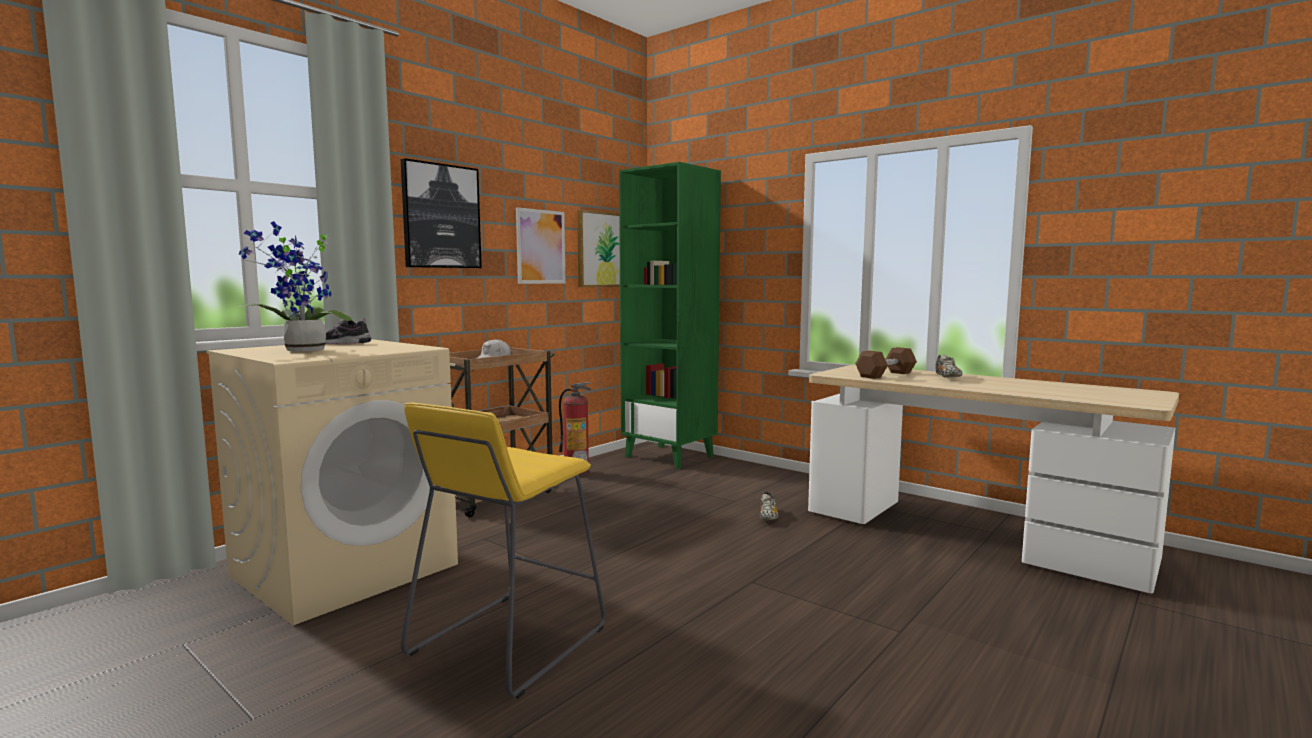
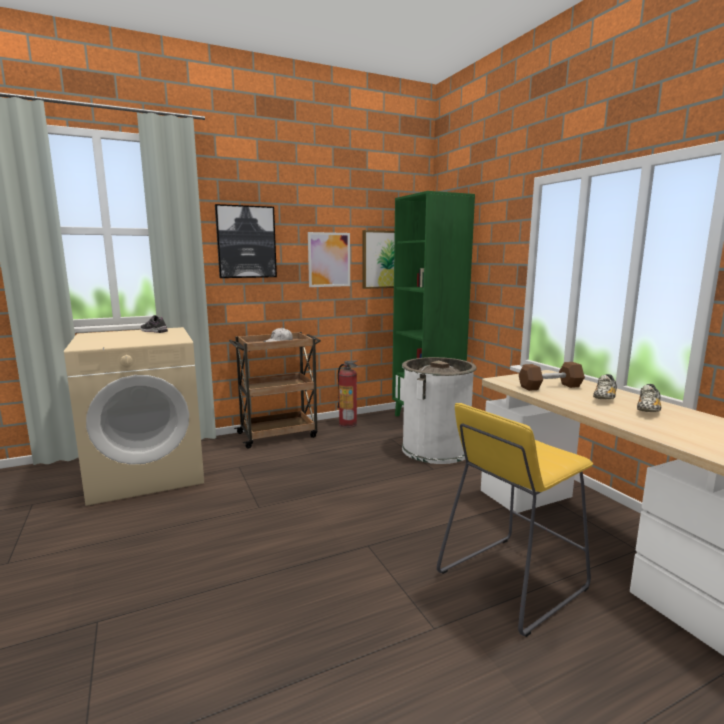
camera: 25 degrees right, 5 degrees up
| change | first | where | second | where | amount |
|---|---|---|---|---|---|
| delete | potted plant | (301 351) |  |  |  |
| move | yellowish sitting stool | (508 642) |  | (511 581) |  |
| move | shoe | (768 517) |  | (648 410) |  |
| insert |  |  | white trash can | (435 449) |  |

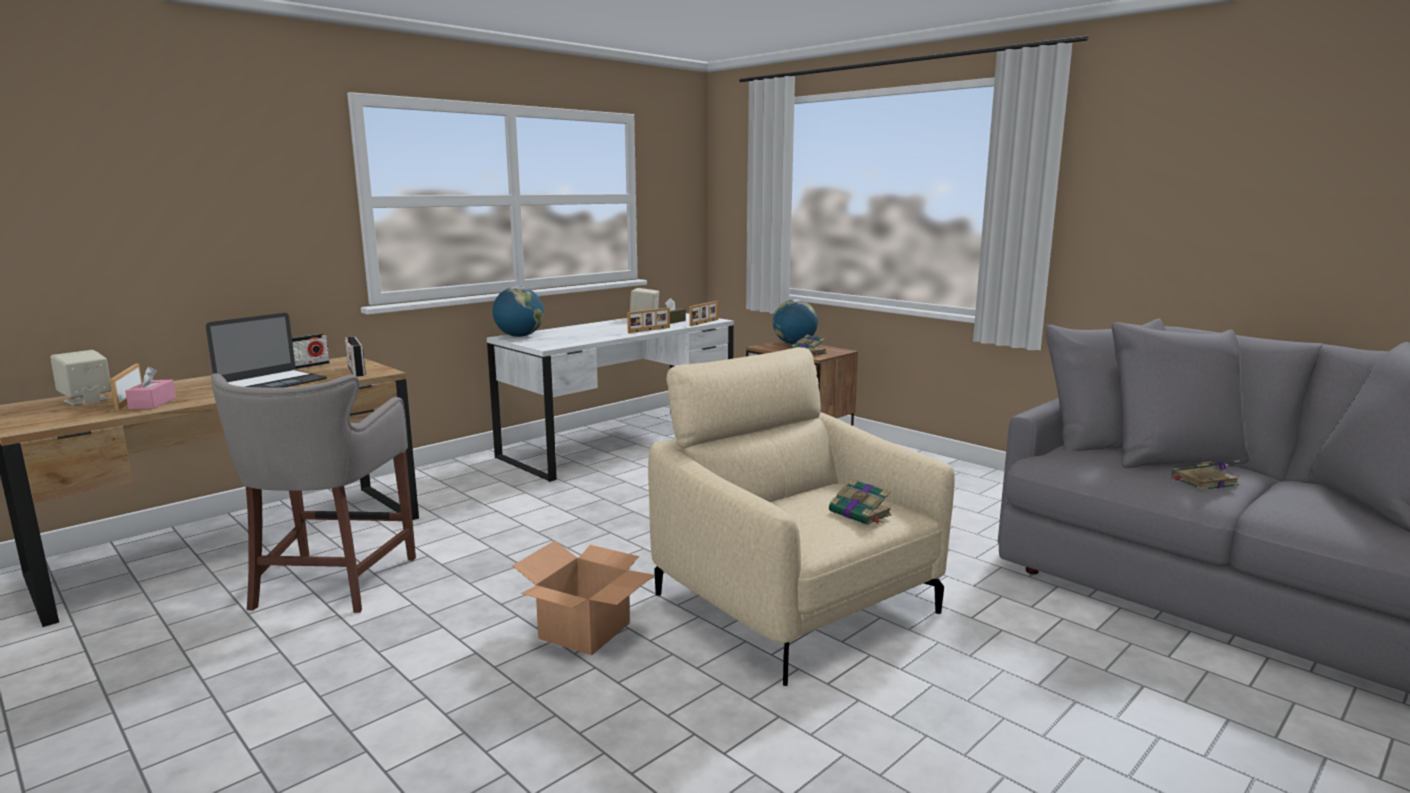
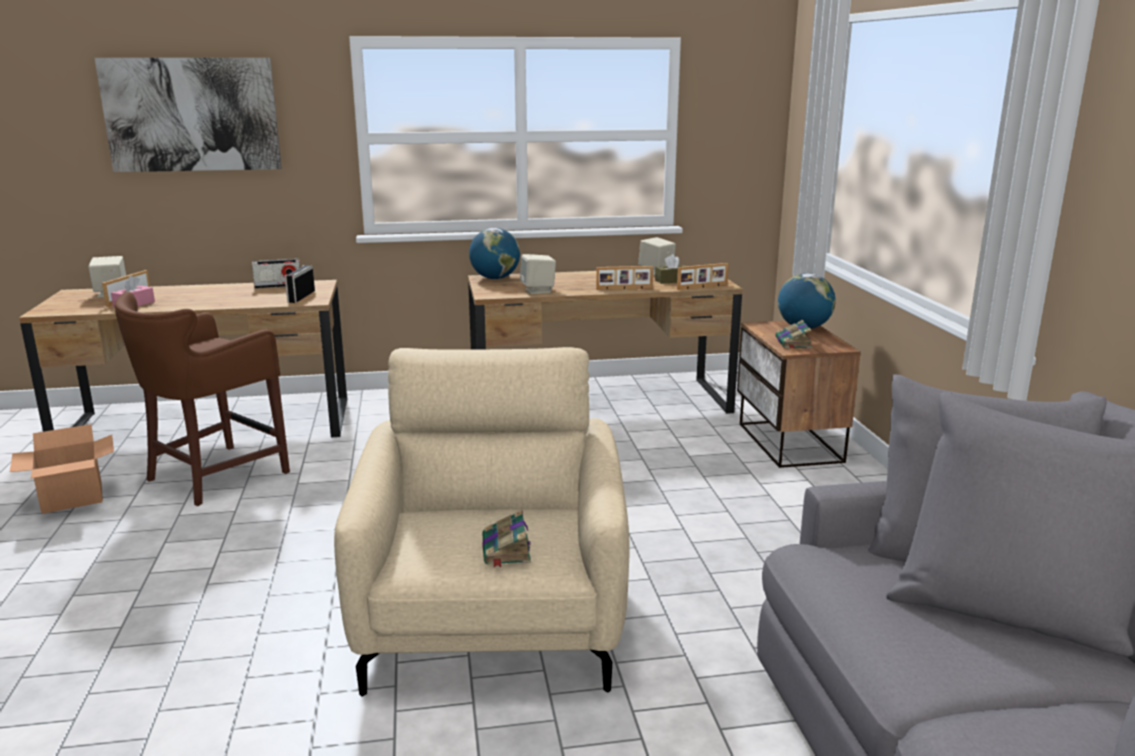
camera: 35 degrees right, 5 degrees up
| change | first | where | second | where | amount |
|---|---|---|---|---|---|
| delete | portable computer | (272 382) |  |  |  |
| recolor | greyish sitting stool | (330 584) | brownish sitting stool | (213 476) |  |
| recolor | white desk | (620 442) | brownish desk | (599 403) |  |
| move | carton | (585 630) |  | (73 497) |  |
| delete | bound book | (1203 481) |  |  |  |
| insert |  |  | picture | (191 115) |  |
| insert |  |  | beige-coloured audio speaker | (538 291) |  |

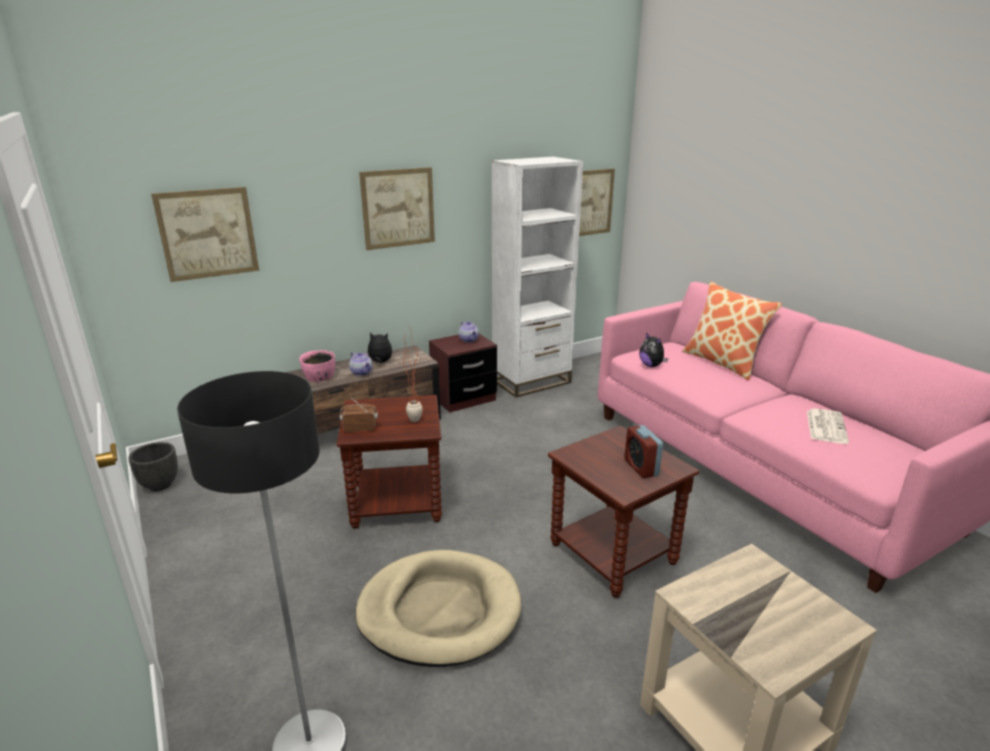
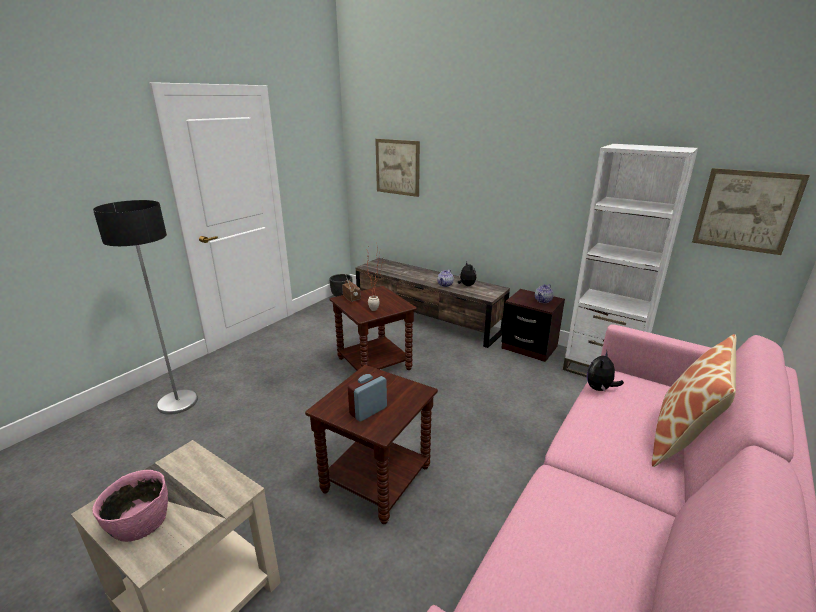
camera: 65 degrees right, 0 degrees up
| change | first | where | second | where | amount |
|---|---|---|---|---|---|
| move | pink bowl | (319 377) |  | (139 522) |  |
| delete | beige-coloured dog cushion | (439 611) |  |  |  |
| delete | picture | (398 208) |  |  |  |
| delete | daily paper | (825 426) |  |  |  |

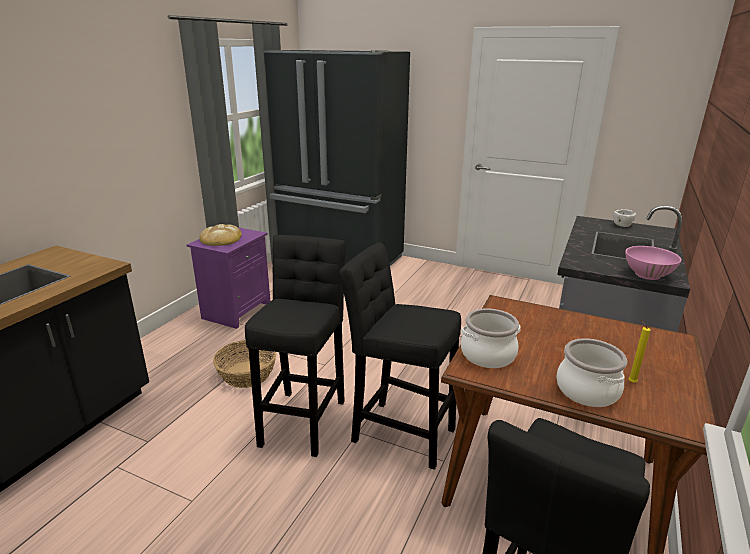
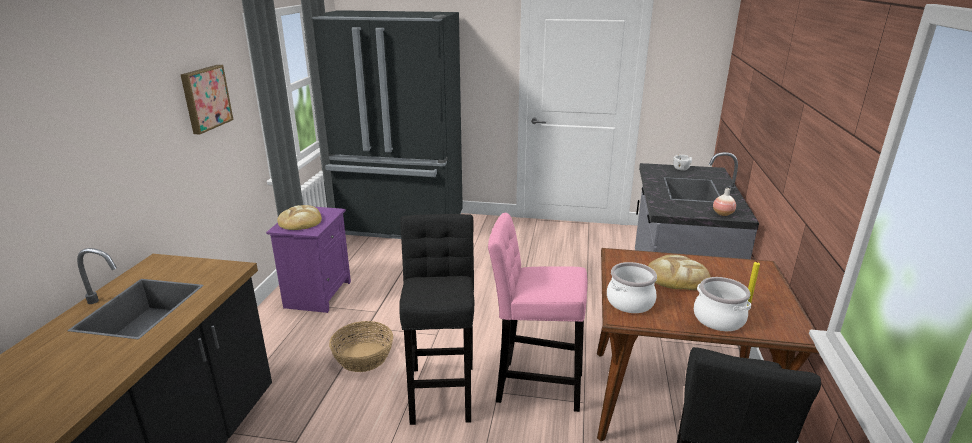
camera: 15 degrees left, 0 degrees up
| change | first | where | second | where | amount |
|---|---|---|---|---|---|
| recolor | blackish sitting stool | (398 432) | pink sitting stool | (534 385) |  |
| replace | pink bowl | (647 275) | flower vase | (722 214) |  |
| insert |  |  | picture | (205 98) |  |
| insert |  |  | bakery bread | (677 277) |  |

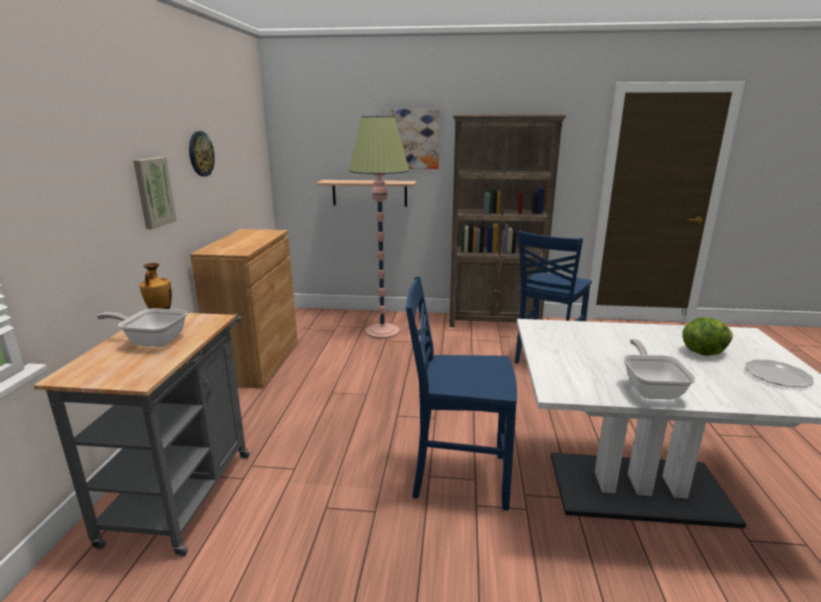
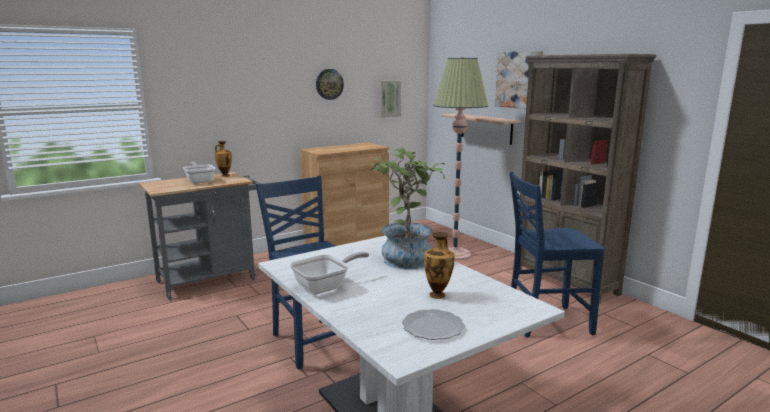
camera: 50 degrees right, 5 degrees down
| change | first | where | second | where | amount |
|---|---|---|---|---|---|
| move | picture | (153 192) |  | (389 98) |  |
| replace | lettuce | (703 352) | flower vase | (438 295) |  |
| insert |  |  | potted plant | (406 257) |  |

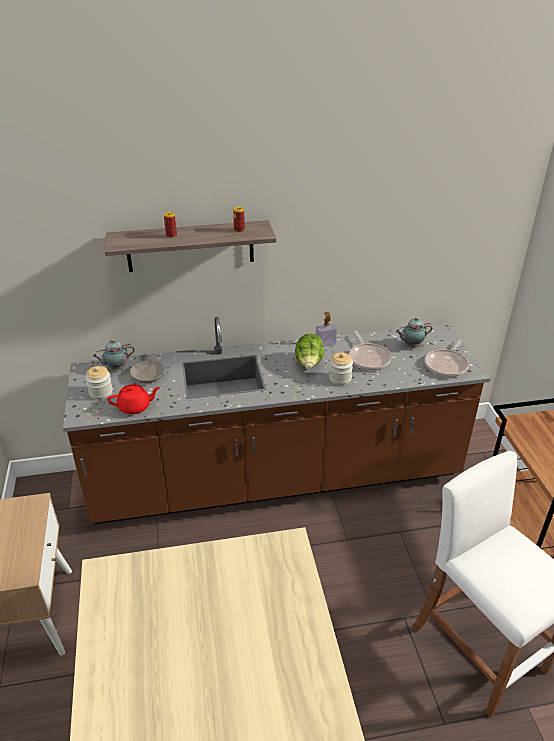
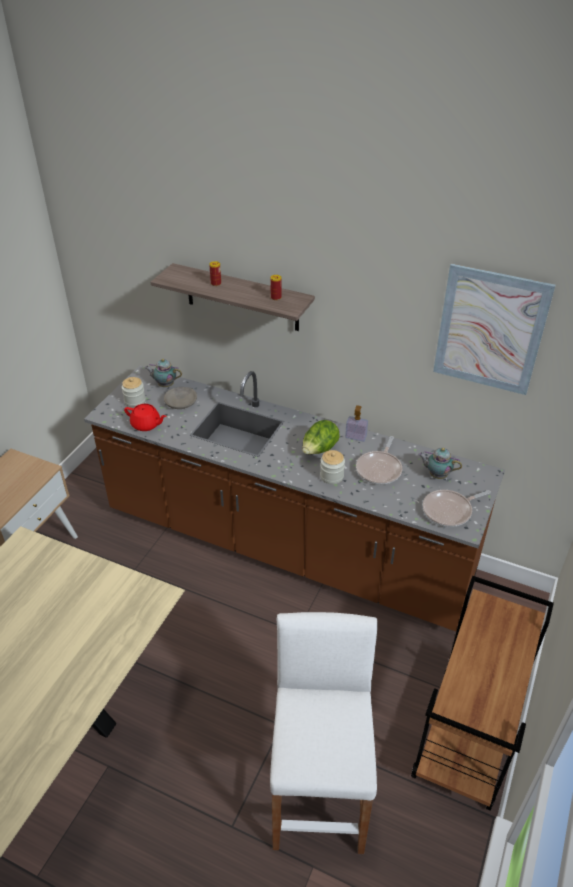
camera: 35 degrees right, 5 degrees up
| change | first | where | second | where | amount |
|---|---|---|---|---|---|
| insert |  |  | picture | (490 330) |  |

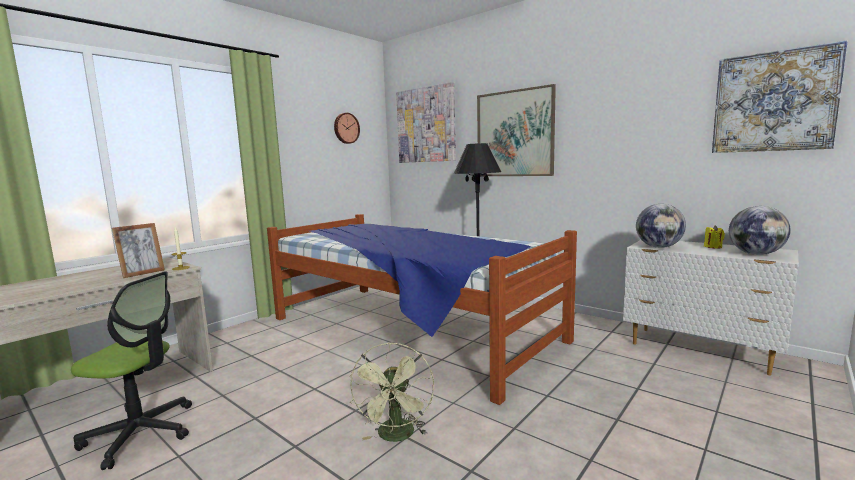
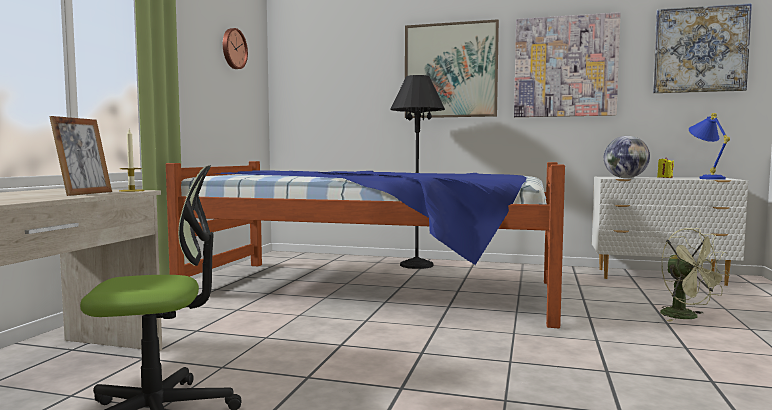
camera: 25 degrees left, 5 degrees down
| change | first | where | second | where | amount |
|---|---|---|---|---|---|
| move | green-coloured fan | (396 436) |  | (687 317) |  |
| move | picture | (426 125) |  | (565 67) |  |
| replace | desk globe | (756 254) | bluish table lamp | (706 178) |  |

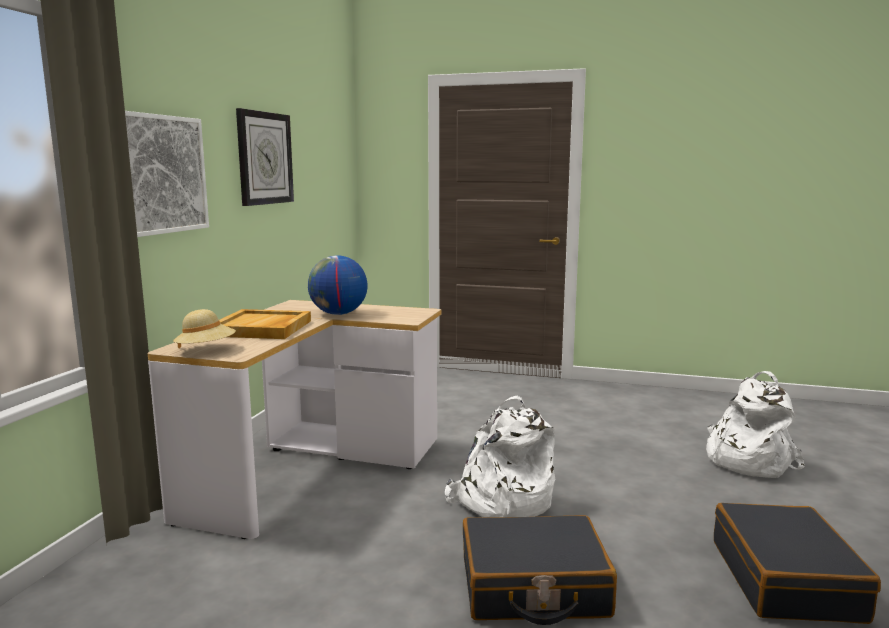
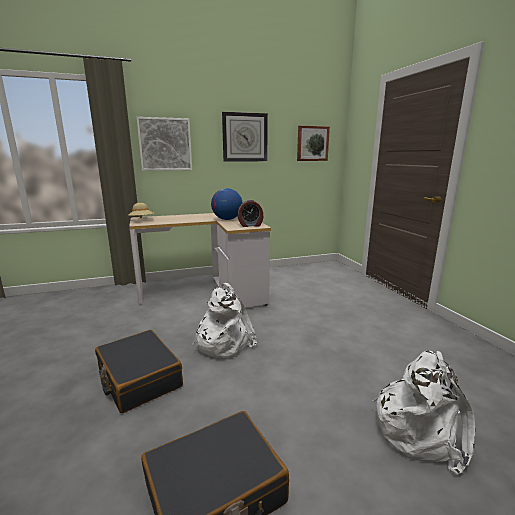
camera: 55 degrees right, 5 degrees up
| change | first | where | second | where | amount |
|---|---|---|---|---|---|
| delete | beige-coloured serving tray | (262 328) |  |  |  |
| insert |  |  | table clock | (250 225) |  |
| insert |  |  | picture | (312 143) |  |

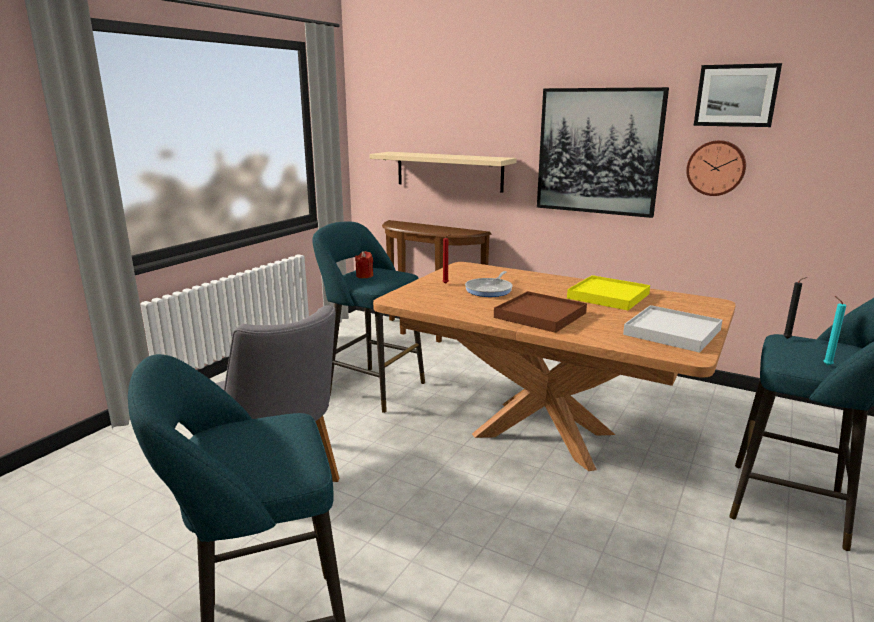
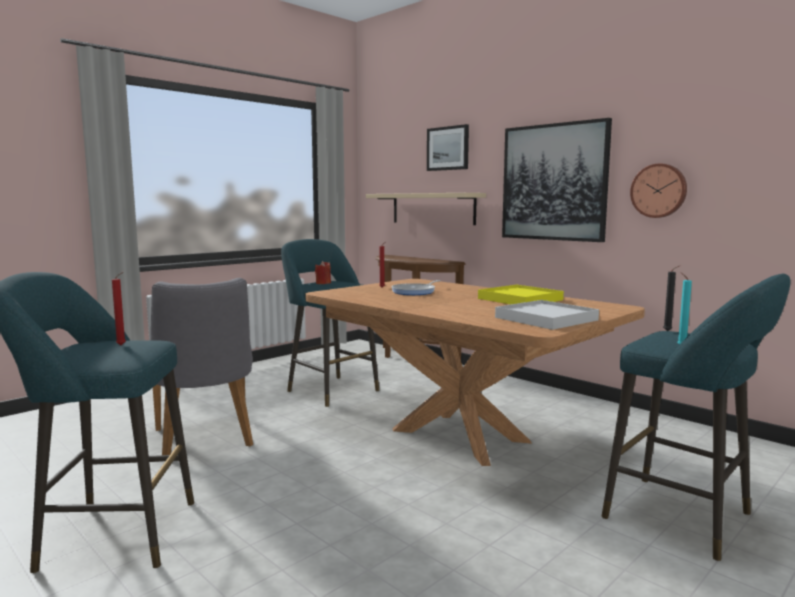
camera: 15 degrees right, 10 degrees down
| change | first | where | second | where | amount |
|---|---|---|---|---|---|
| delete | brownish serving tray | (540 315) |  |  |  |
| move | picture | (736 95) |  | (448 148) |  |
| insert |  |  | red-coloured wax candle | (122 345) |  |

